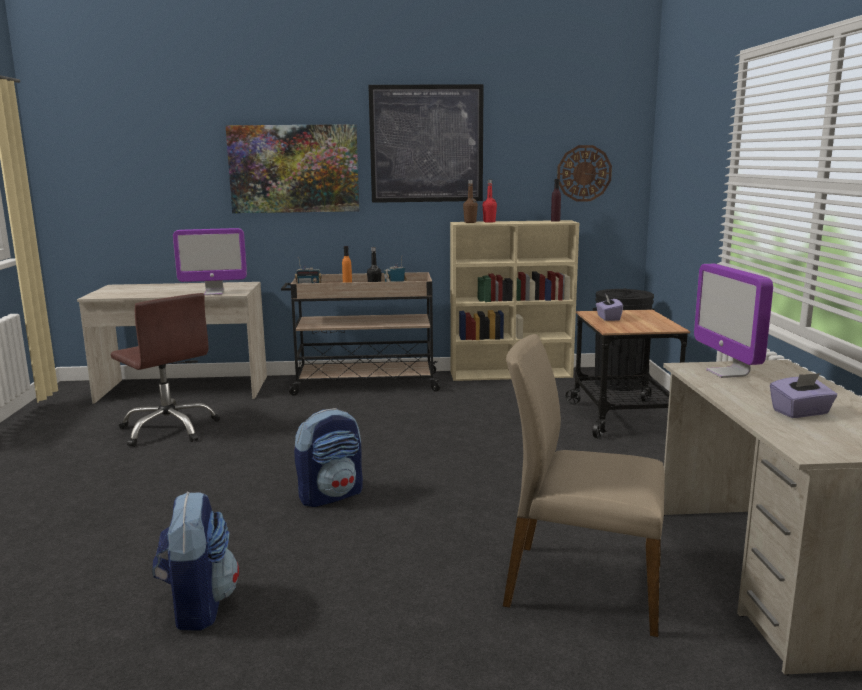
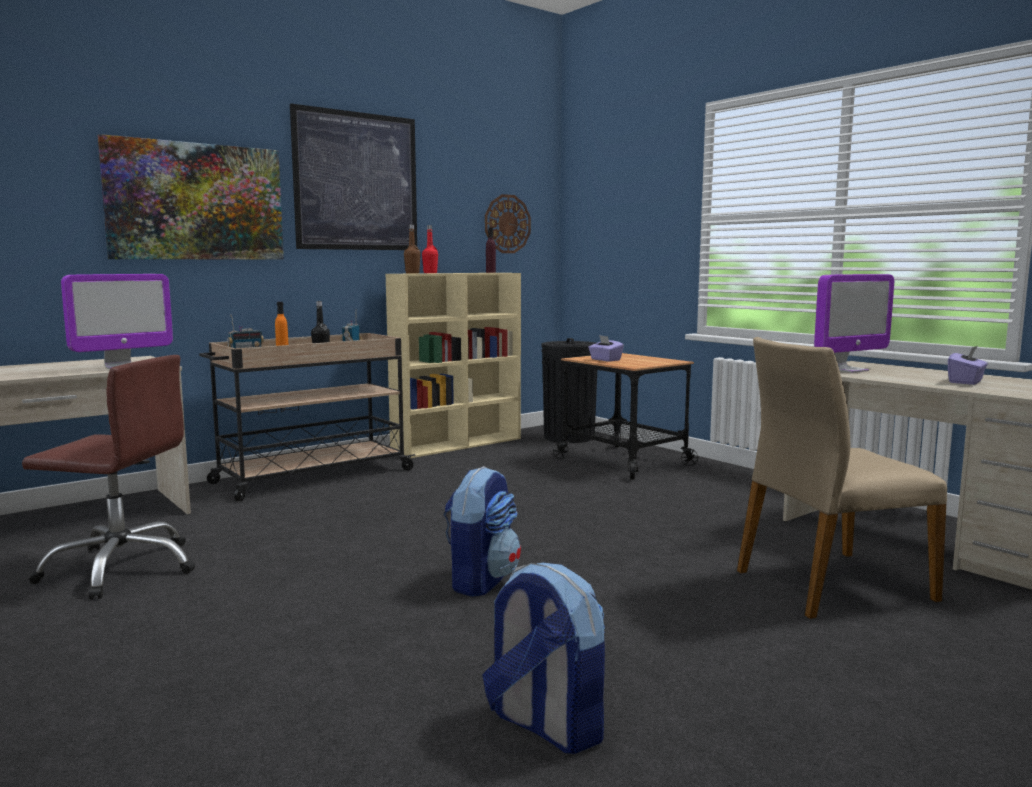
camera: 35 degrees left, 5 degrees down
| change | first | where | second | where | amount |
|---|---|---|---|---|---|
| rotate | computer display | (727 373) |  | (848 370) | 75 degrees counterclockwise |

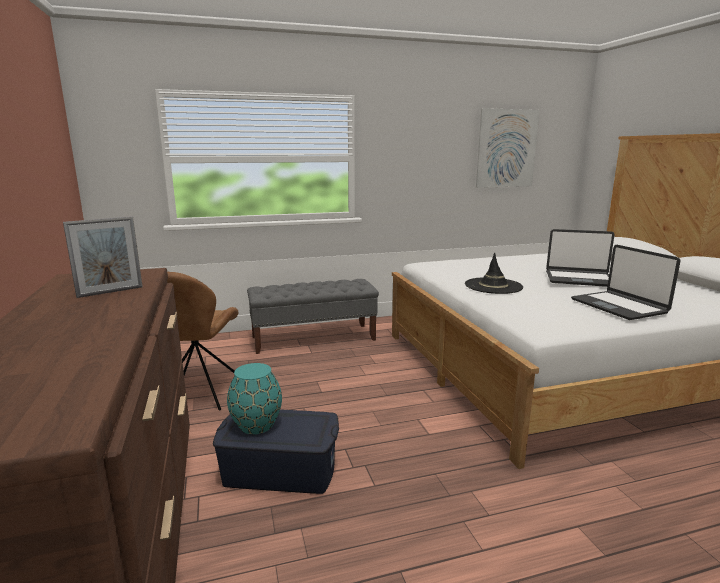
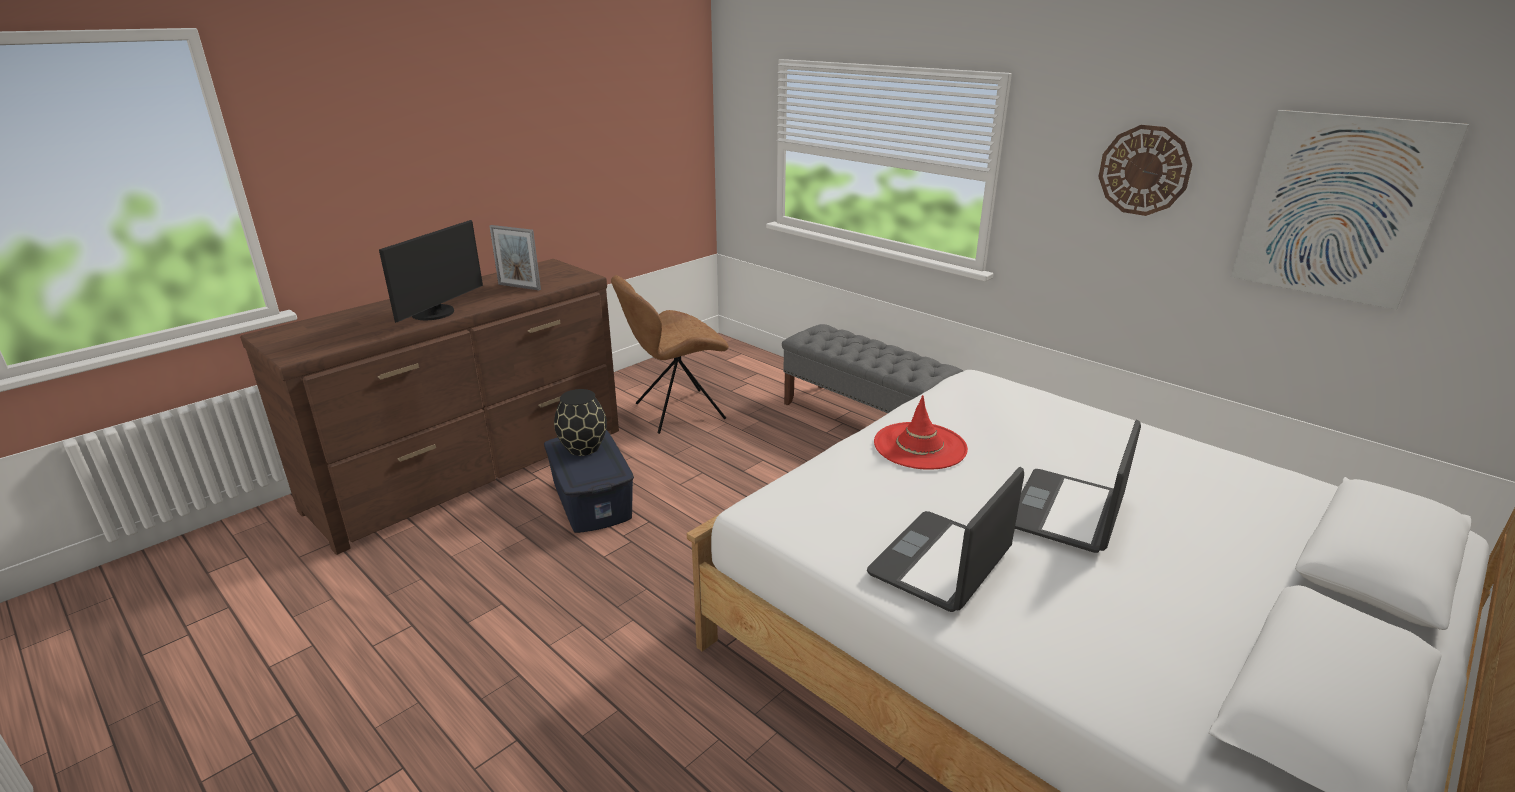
camera: 60 degrees right, 10 degrees up
| change | first | where | second | where | amount |
|---|---|---|---|---|---|
| recolor | blue-green flower vase | (256 424) | blackish flower vase | (584 447) |  |
| recolor | blackish hat | (493 286) | red-coloured hat | (920 446) |  |
| rotate | portable computer | (579 279) |  | (1068 512) | 45 degrees clockwise |
| insert |  |  | computer display | (437 313) |  |
| insert |  |  | clock on the wall | (1144 170) |  |

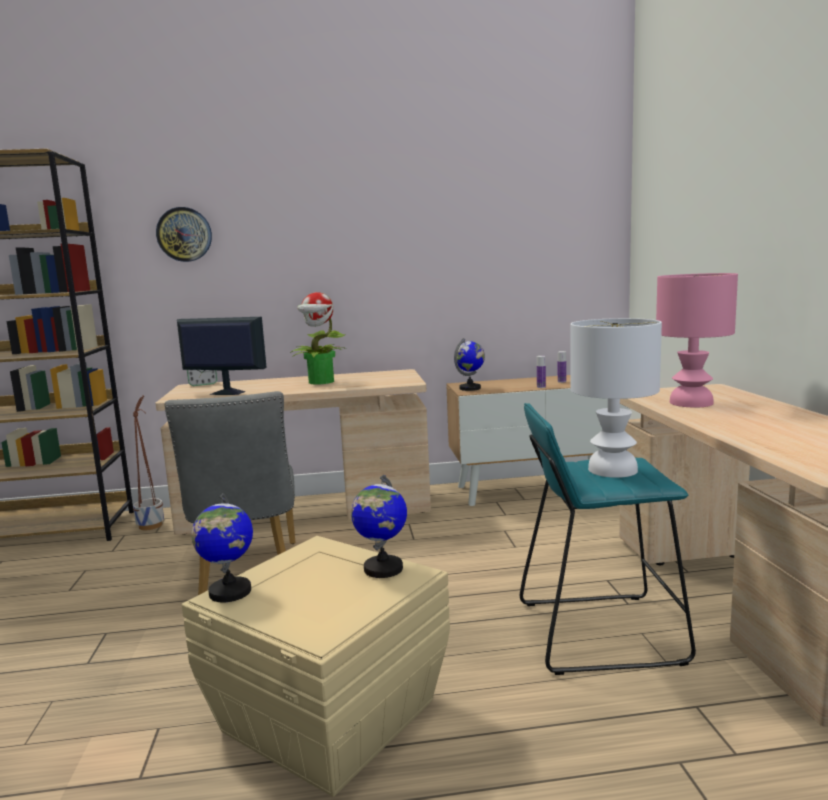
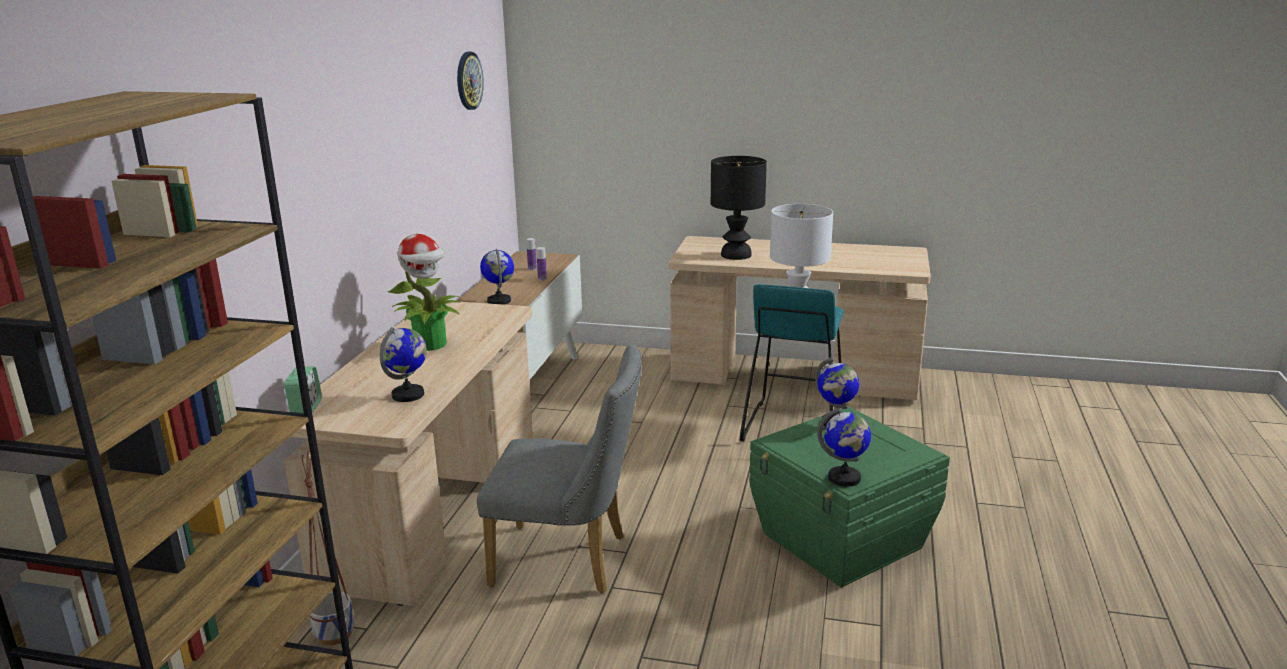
camera: 70 degrees left, 10 degrees up
| change | first | where | second | where | amount |
|---|---|---|---|---|---|
| move | clock on the wall | (184 234) |  | (468 80) |  |
| replace | computer display | (226 393) | desk globe | (408 395) |  |
| recolor | beige-coloured storage container | (326 716) | green-coloured storage container | (841 541) |  |
| recolor | pink table lamp | (692 403) | blackish table lamp | (737 255) |  |

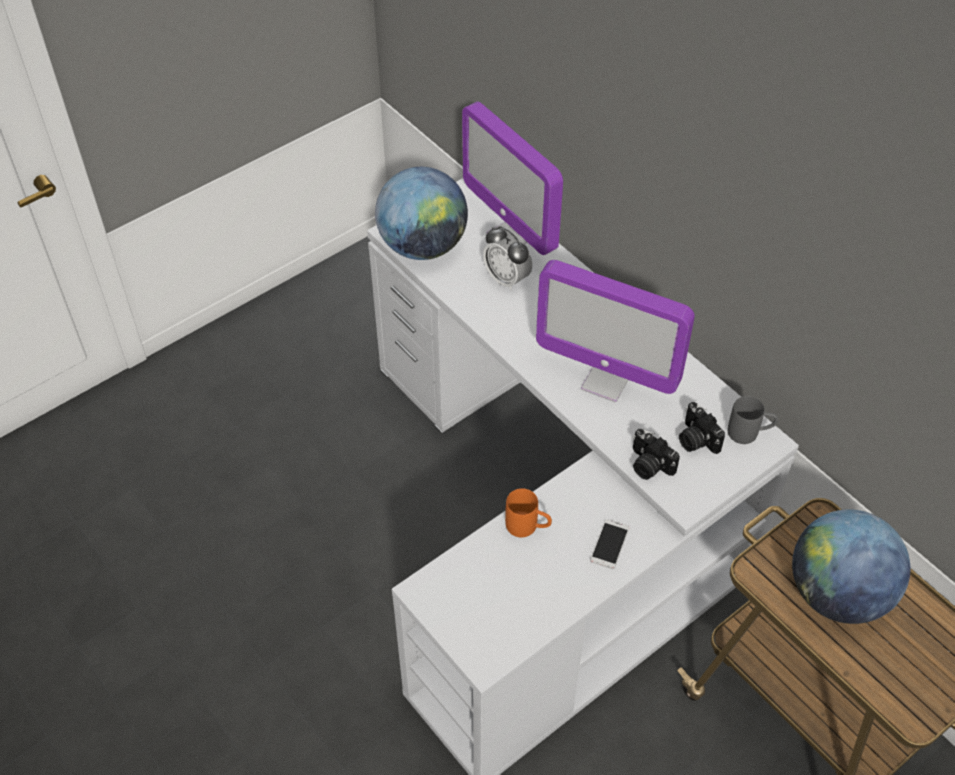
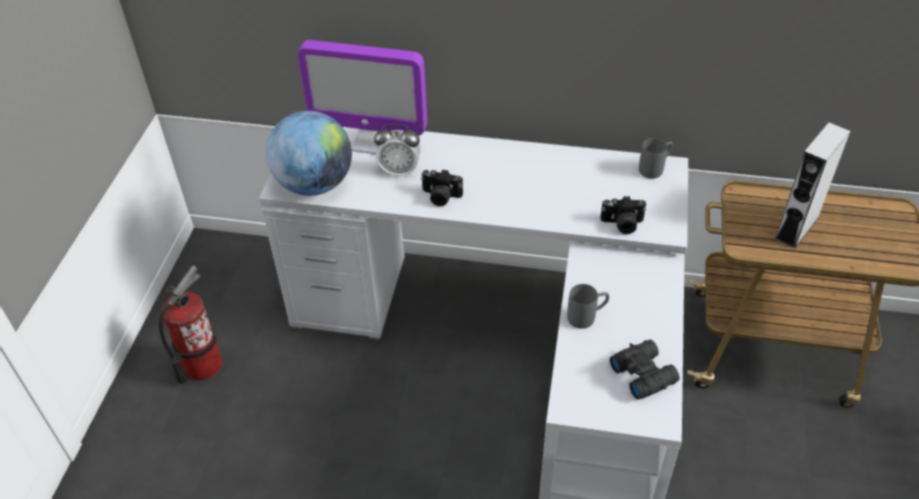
camera: 40 degrees left, 5 degrees down
| change | first | where | second | where | amount |
|---|---|---|---|---|---|
| recolor | orangey mug | (528 527) | greyish mug | (587 316) |  |
| delete | computer display | (606 381) |  |  |  |
| delete | handset | (609 544) |  |  |  |
| move | still camera | (695 439) |  | (440 197) |  |
| replace | desk globe | (837 594) | greyish audio speaker | (796 228) |  |
| insert |  |  | fire extinguisher | (202 365) |  |
| insert |  |  | blackish field glasses | (643 373) |  |

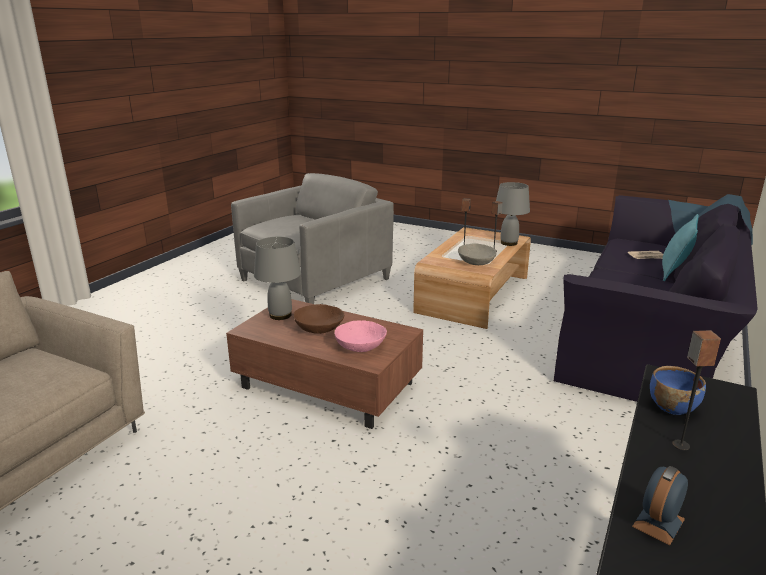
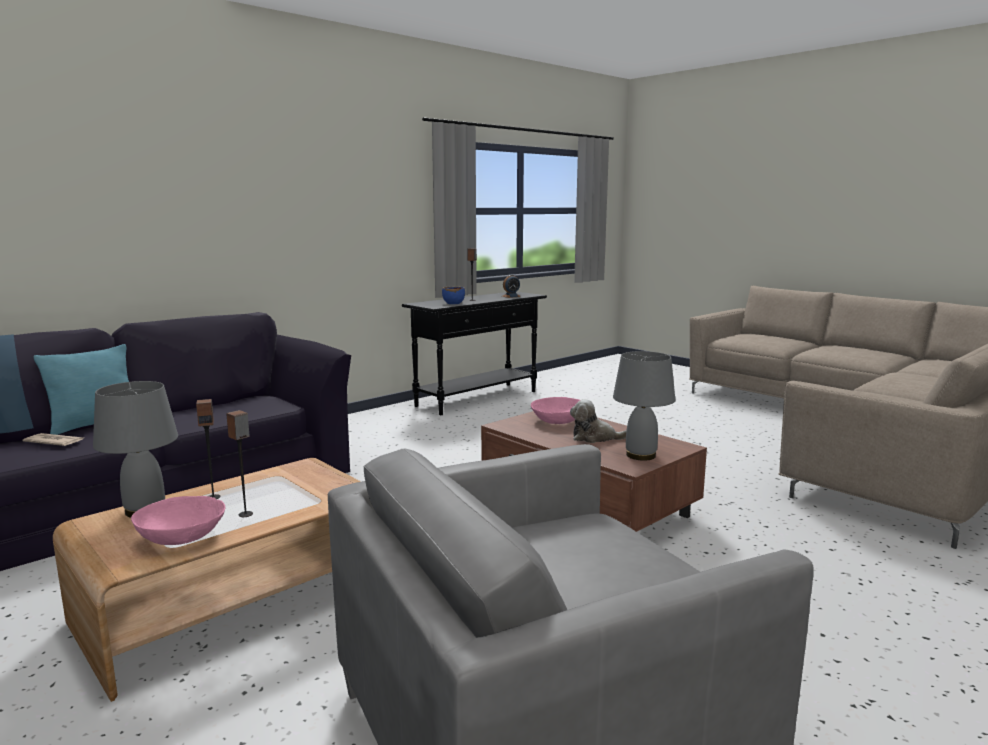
camera: 160 degrees left, 10 degrees down
| change | first | where | second | where | amount |
|---|---|---|---|---|---|
| replace | brownish bowl | (319 328) | plush toy | (594 438) |  |
| delete | greyish bowl | (476 262) |  |  |  |
| insert |  |  | pink bowl | (181 536) |  |

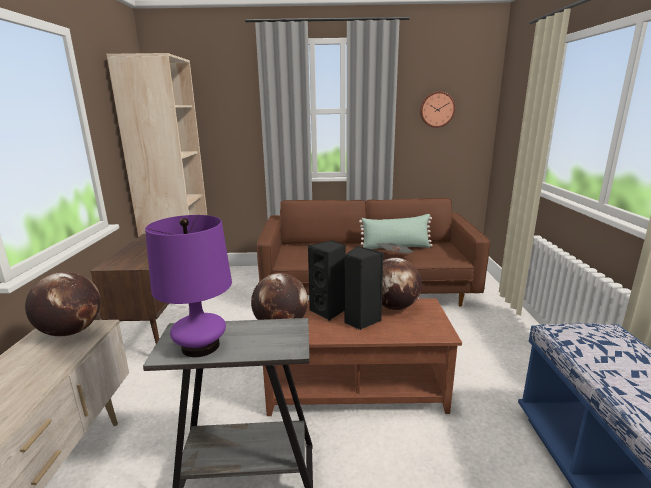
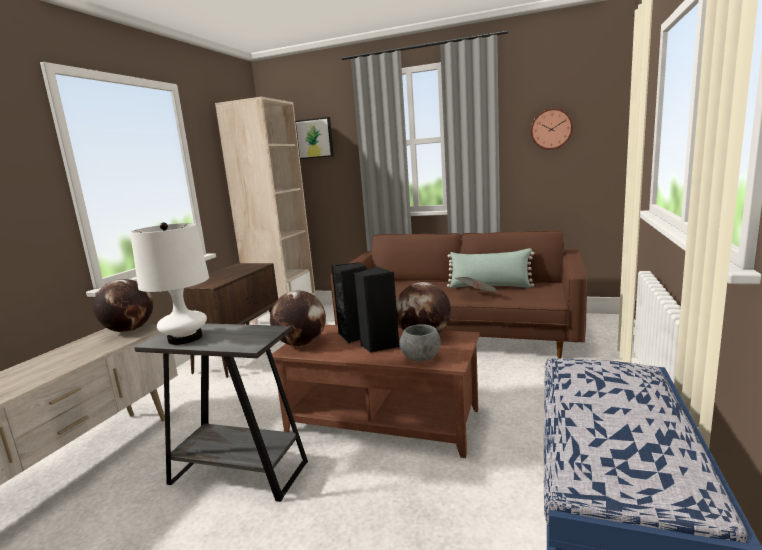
camera: 20 degrees right, 5 degrees down
| change | first | where | second | where | amount |
|---|---|---|---|---|---|
| recolor | purple table lamp | (200 346) | white table lamp | (185 338) |  |
| insert |  |  | picture | (315 138) |  |
| insert |  |  | greyish bowl | (420 358) |  |

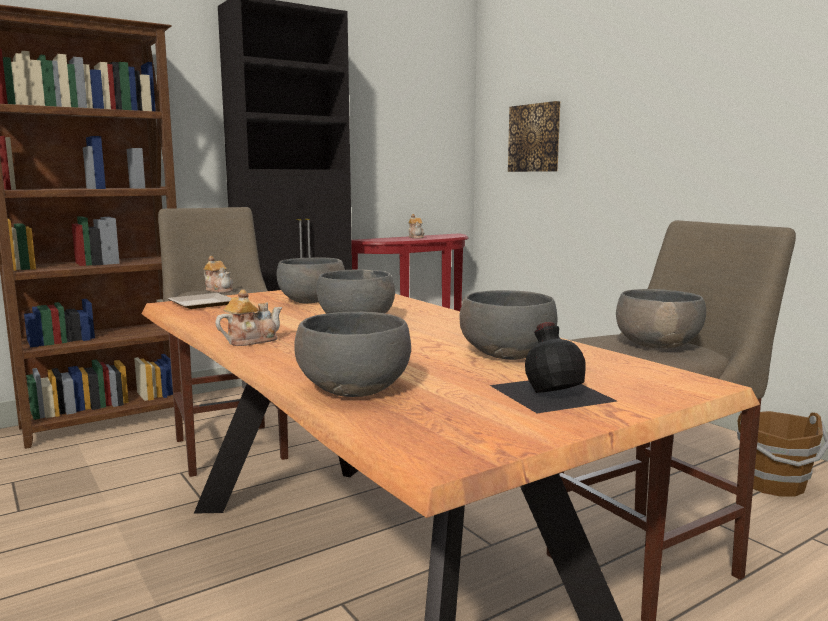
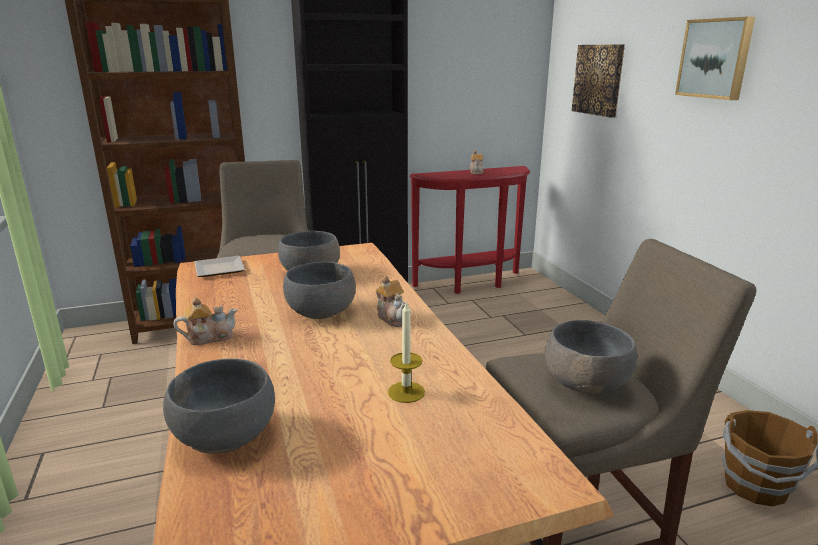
camera: 15 degrees right, 10 degrees up
| change | first | where | second | where | amount |
|---|---|---|---|---|---|
| move | teapot | (219 290) |  | (393 317) |  |
| replace | greyish bowl | (506 354) | wax candle | (406 392) |  |
| delete | blackish bottle | (552 392) |  |  |  |
| insert |  |  | picture | (715 58) |  |

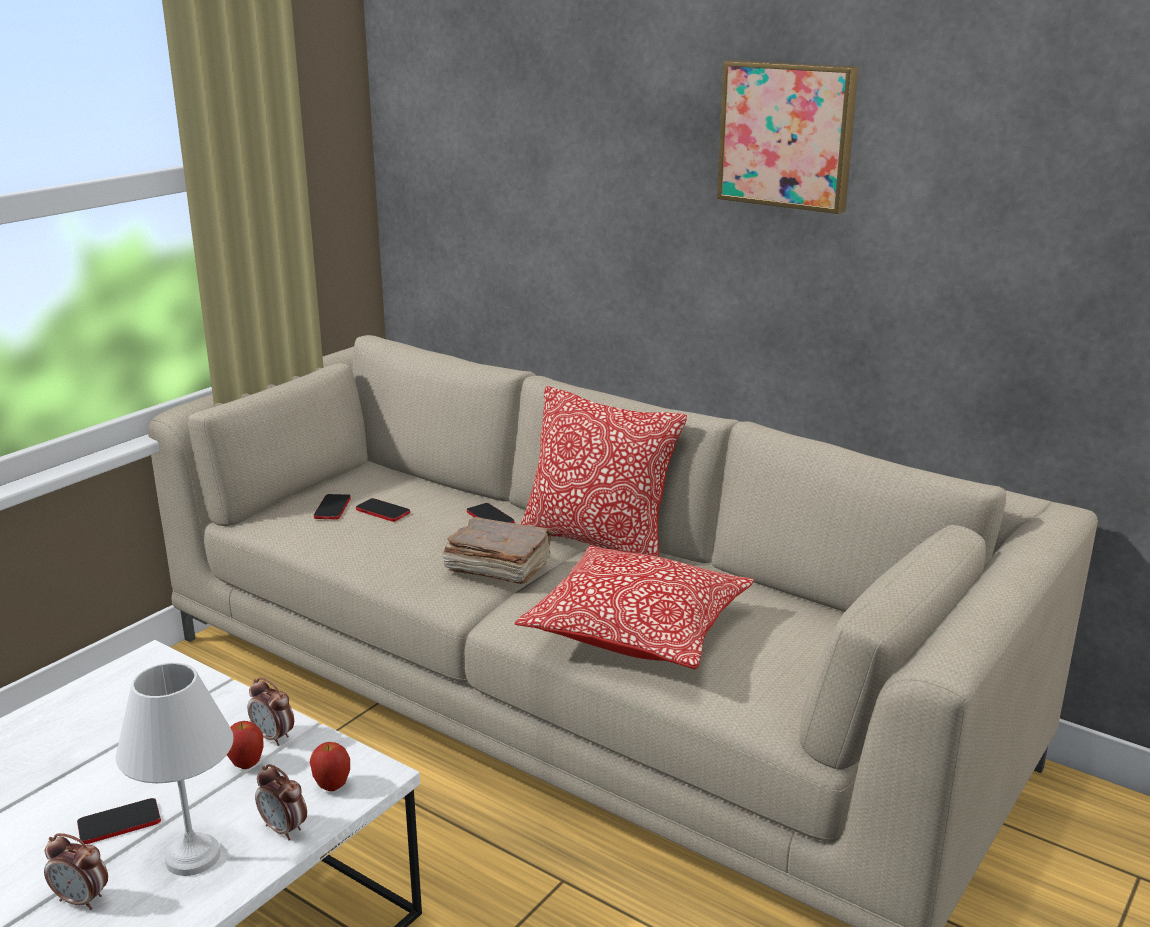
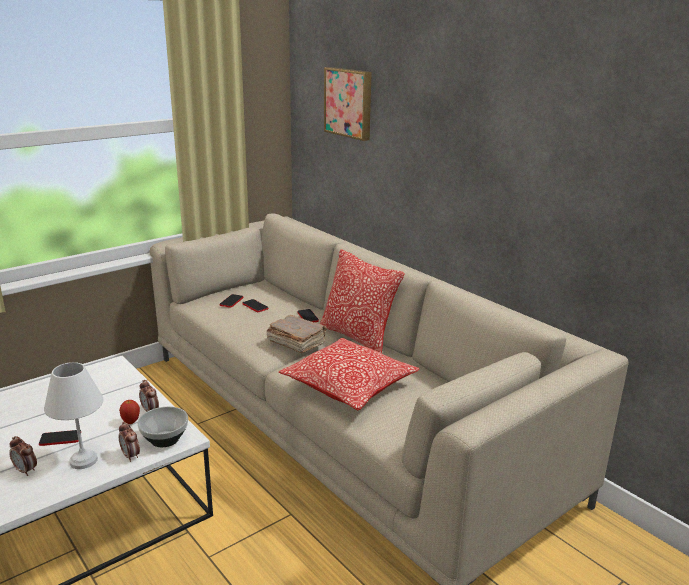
camera: 15 degrees right, 0 degrees up
| change | first | where | second | where | amount |
|---|---|---|---|---|---|
| replace | apple fruit | (332 786) | bowl | (164 439) |  |
| move | picture | (788 134) |  | (349 103) |  |

